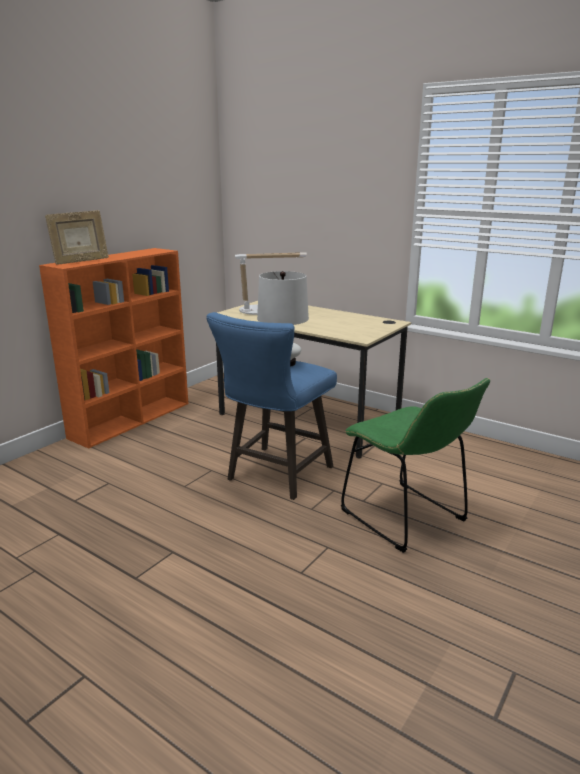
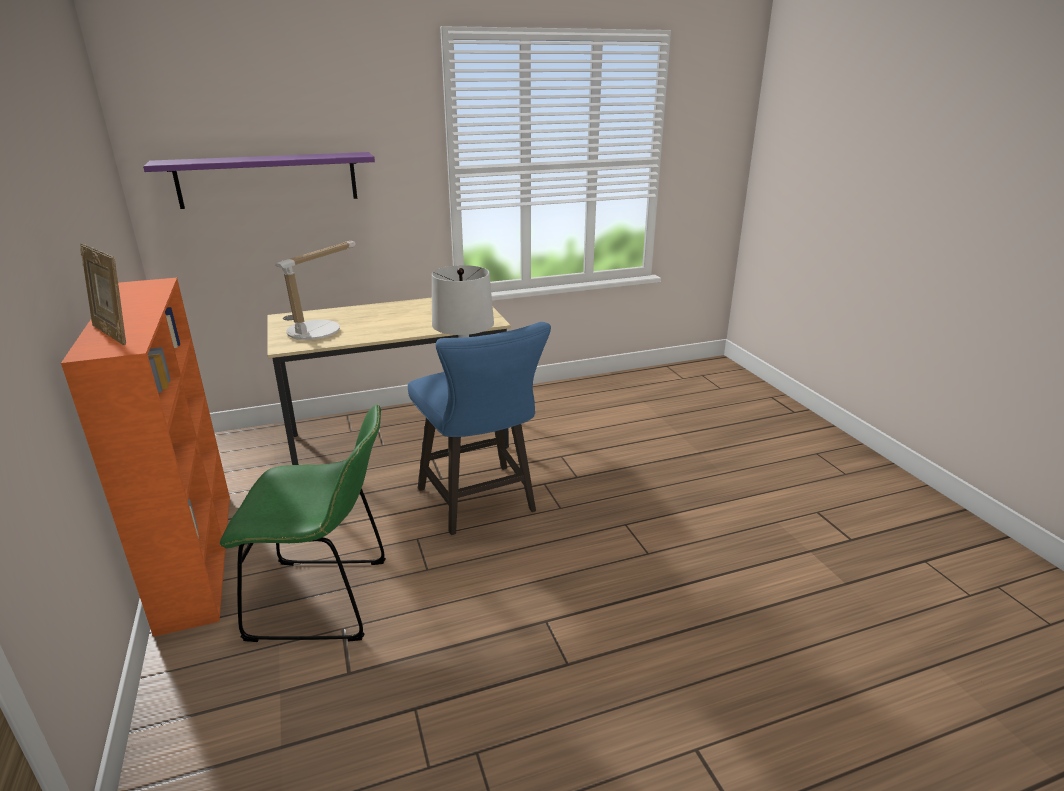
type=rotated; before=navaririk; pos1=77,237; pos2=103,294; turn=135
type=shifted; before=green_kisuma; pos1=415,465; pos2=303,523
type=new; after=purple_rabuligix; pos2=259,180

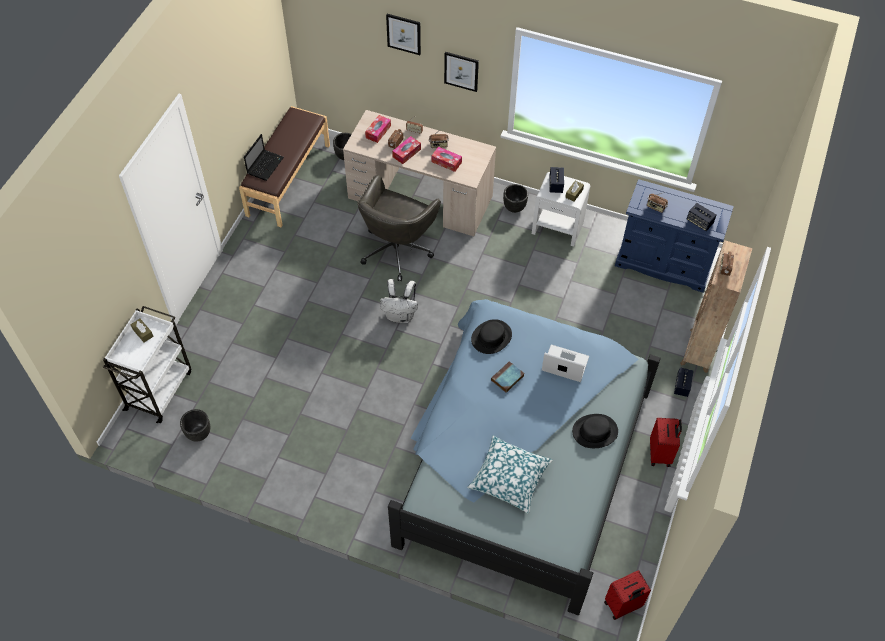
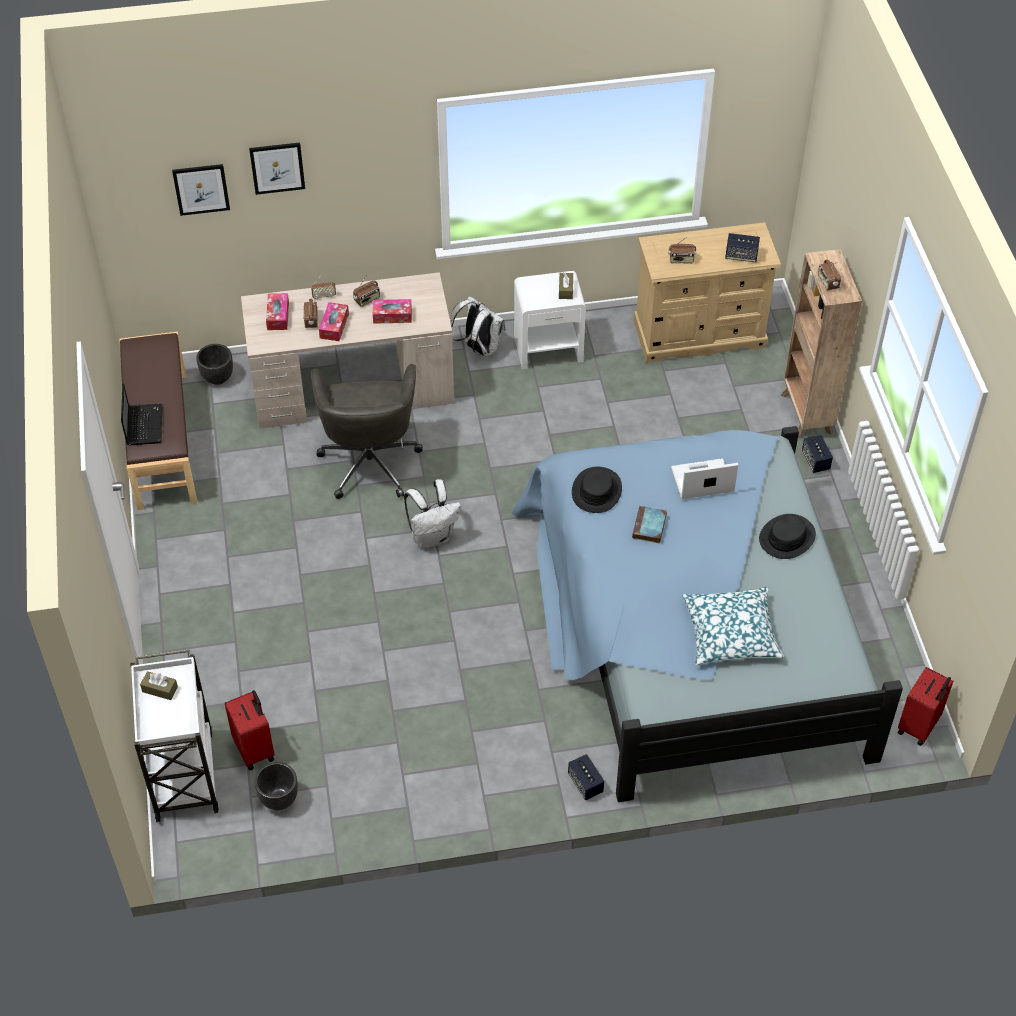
type=shifted; before=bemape; pos1=461,72; pos2=201,190
type=shifted; before=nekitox; pos1=556,180; pos2=586,777
type=repainted; before=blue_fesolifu; after=beige_fesolifu; pos1=674,235; pos2=707,292
type=swapped; before=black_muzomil; after=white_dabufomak; pos1=515,198; pos2=478,326
type=shifted; before=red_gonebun; pos1=666,442; pos2=250,730

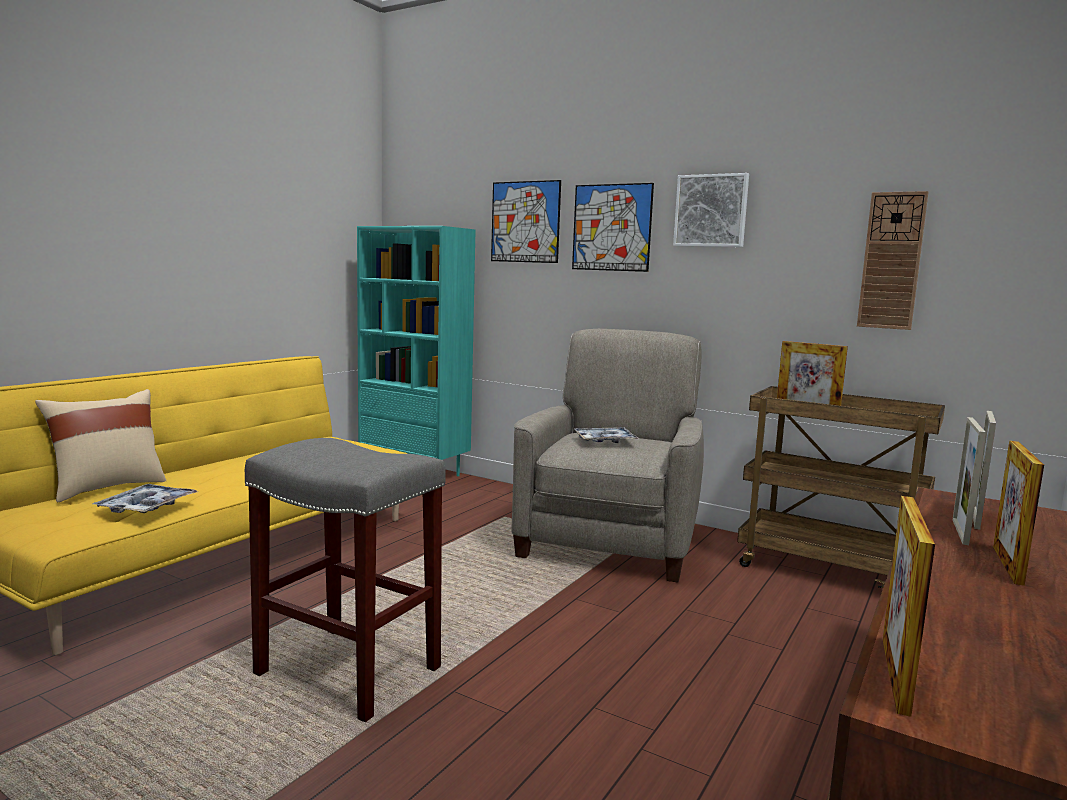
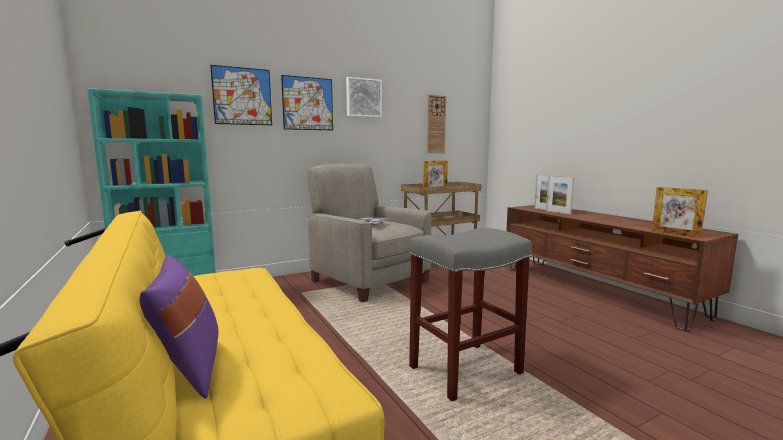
type=repainted; before=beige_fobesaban; after=purple_fobesaban; pos1=100,445; pos2=178,327
type=gone; before=navaririk; pos1=1018,513
type=gone; before=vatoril; pos1=145,498

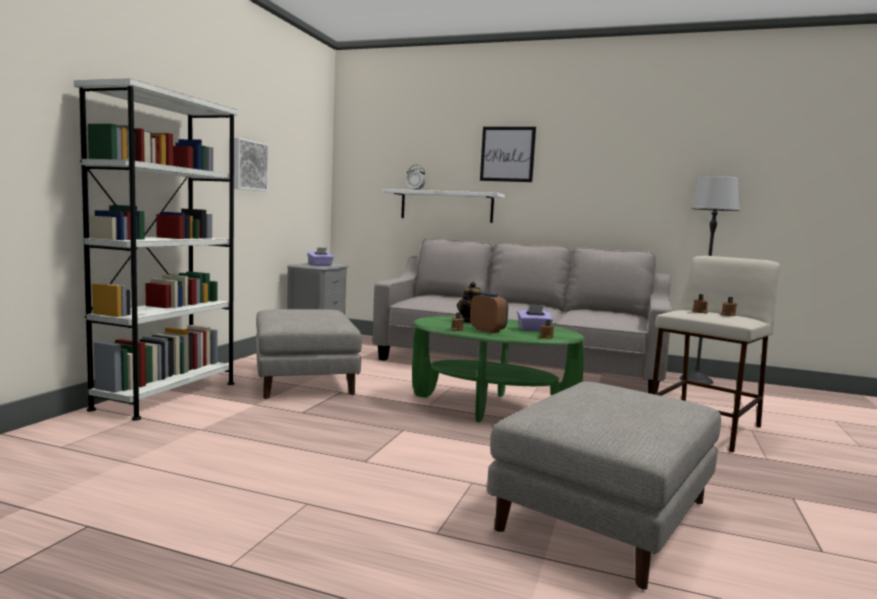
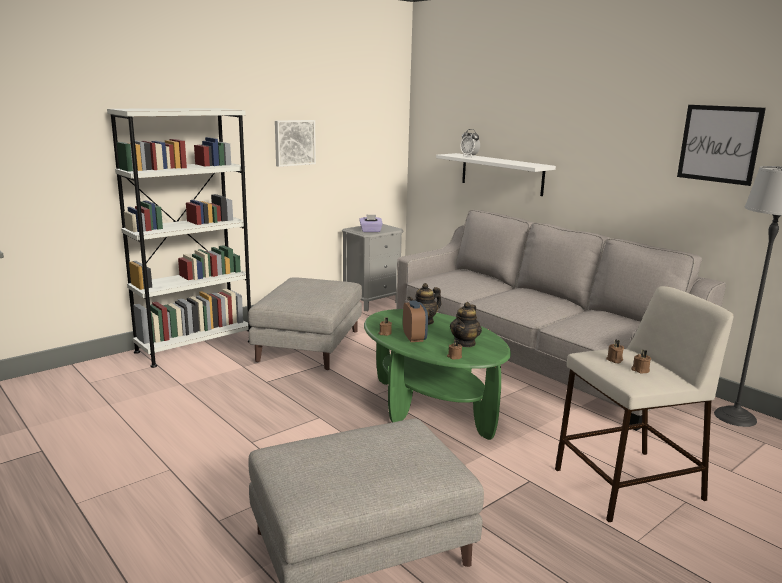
type=shifted; before=bemape; pos1=508,154; pos2=721,145
type=swapped; before=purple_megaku; after=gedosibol; pos1=535,318; pos2=466,324

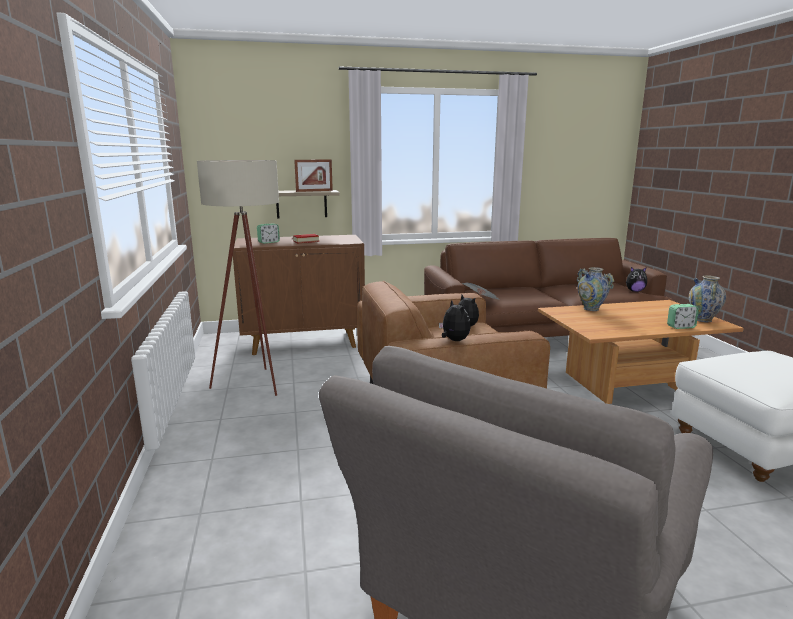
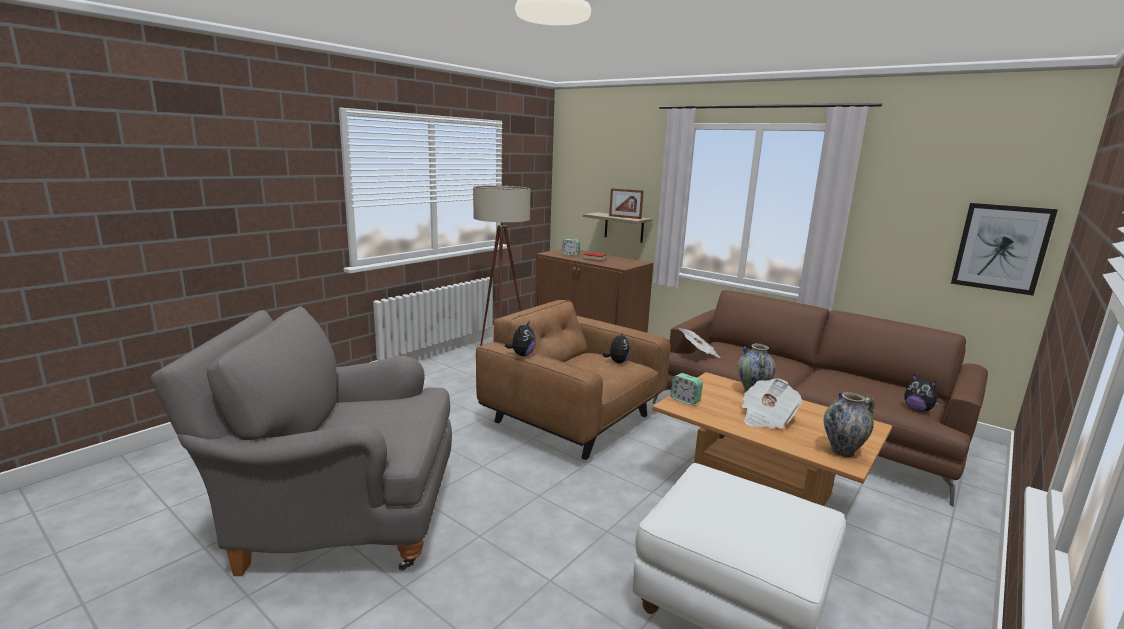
type=shifted; before=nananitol; pos1=683,316; pos2=687,389
type=new; after=bemape; pos2=1004,249
type=new; after=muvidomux; pos2=772,404

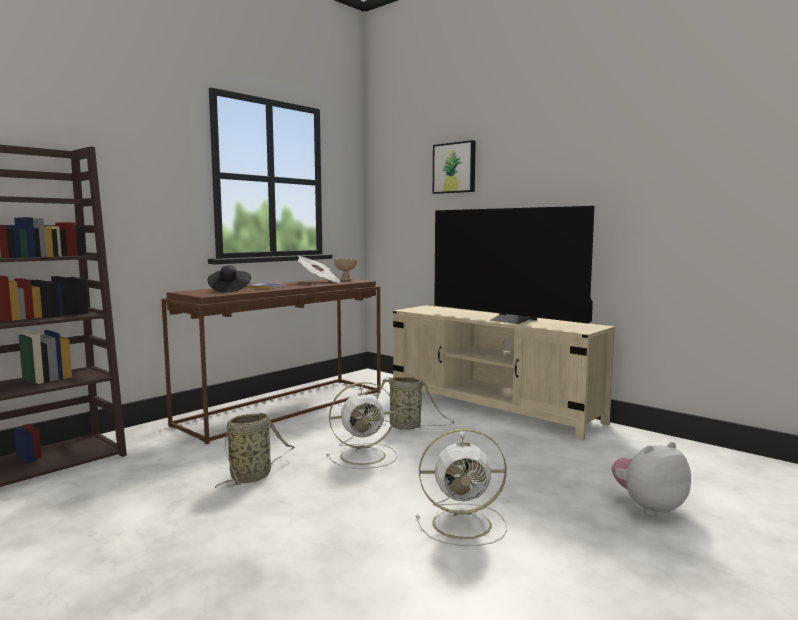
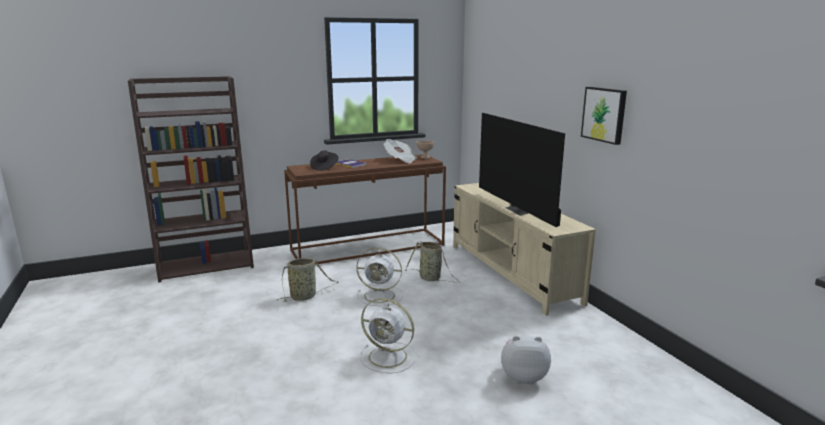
type=shifted; before=bemape; pos1=454,167; pos2=604,116

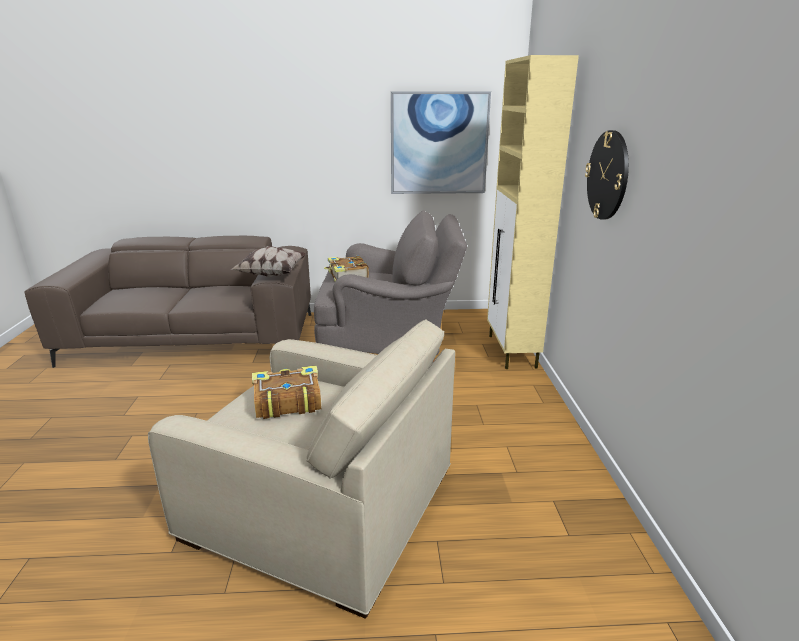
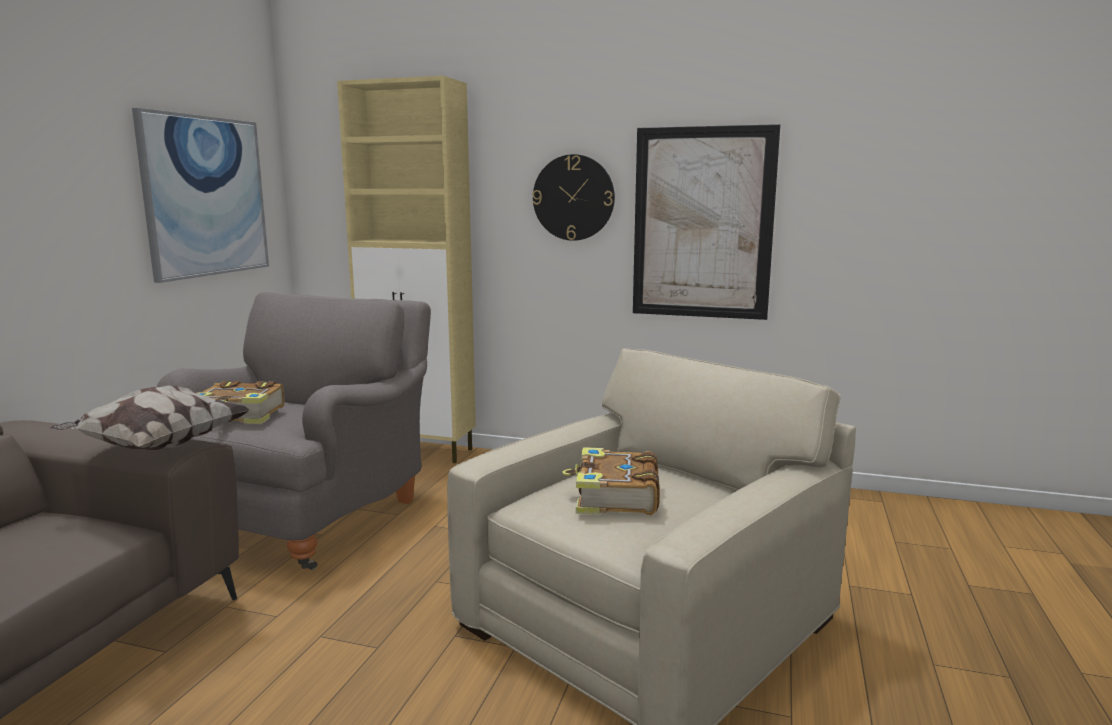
type=new; after=bemape; pos2=706,222

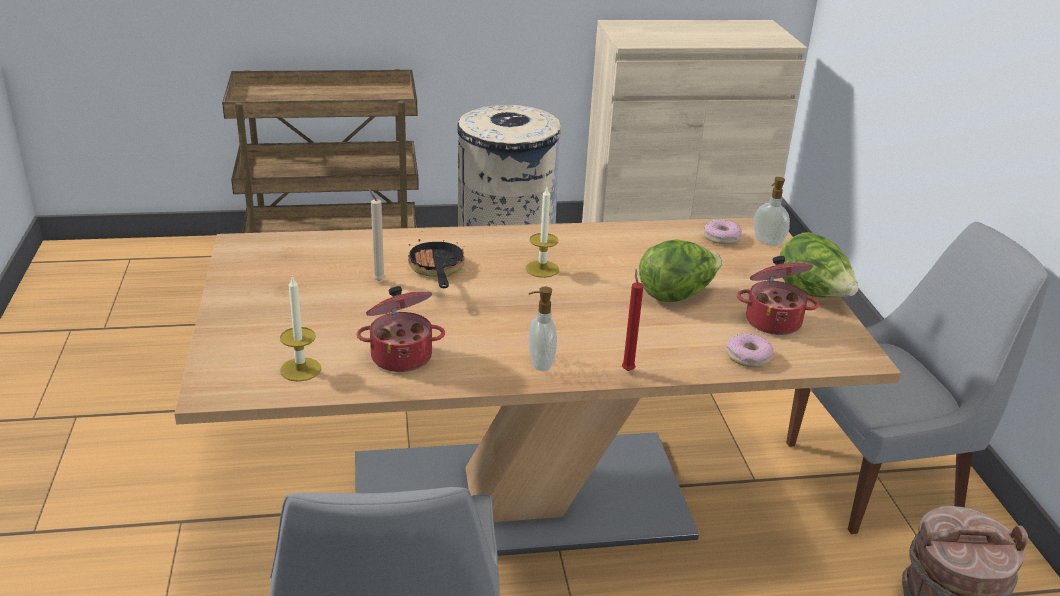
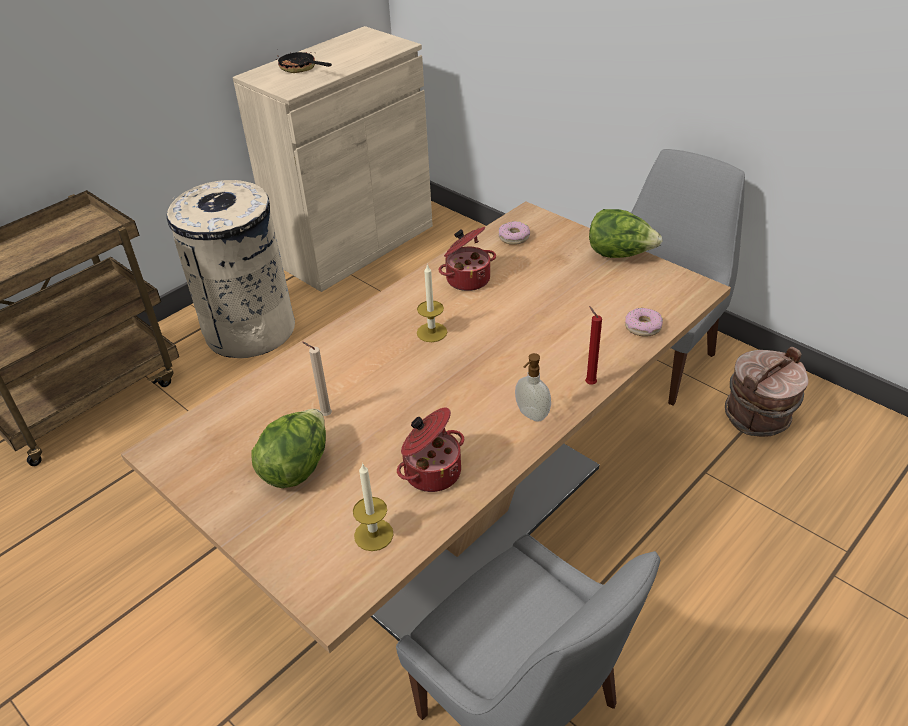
type=gone; before=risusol; pos1=772,211
type=shifted; before=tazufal; pos1=436,263; pos2=304,62
type=shifted; before=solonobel; pos1=680,270; pos2=289,448
type=shifted; before=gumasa; pos1=778,295; pos2=467,259

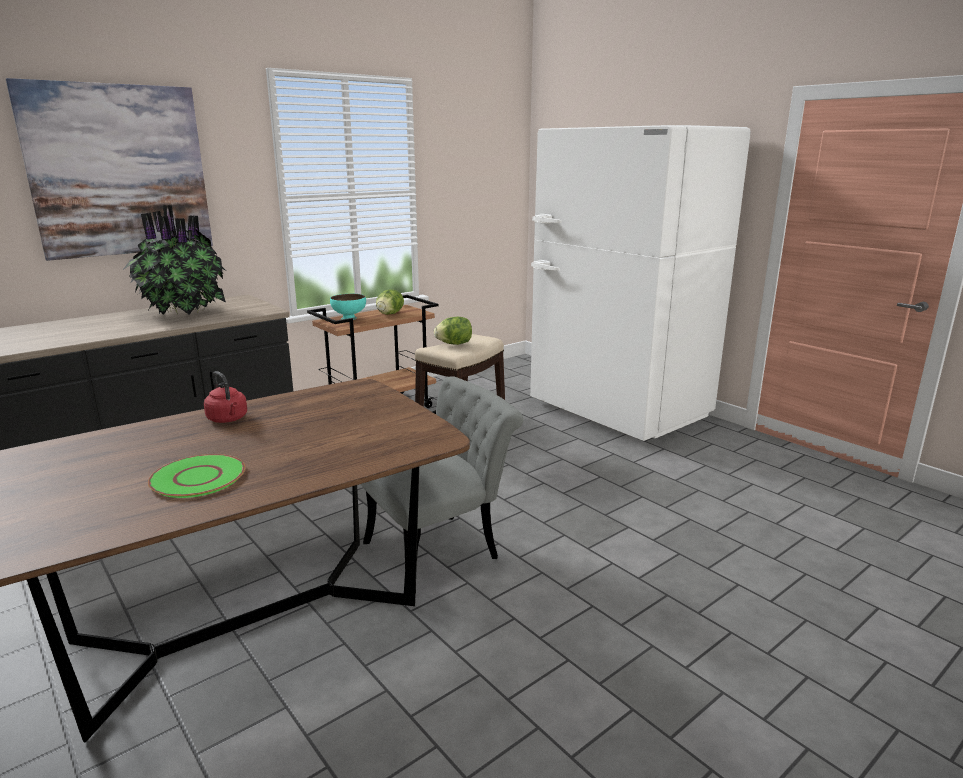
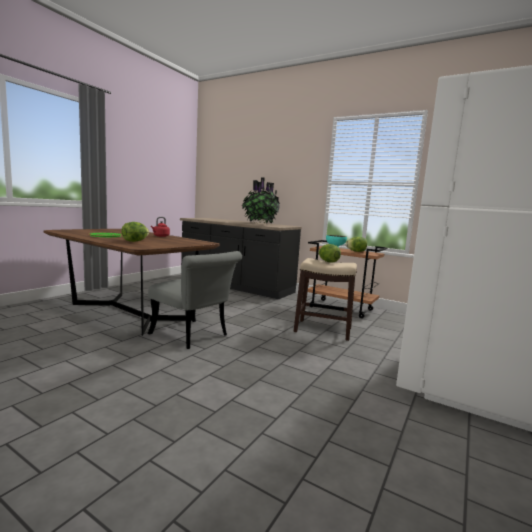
type=gone; before=bemape; pos1=109,169
type=new; after=solonobel; pos2=135,232

